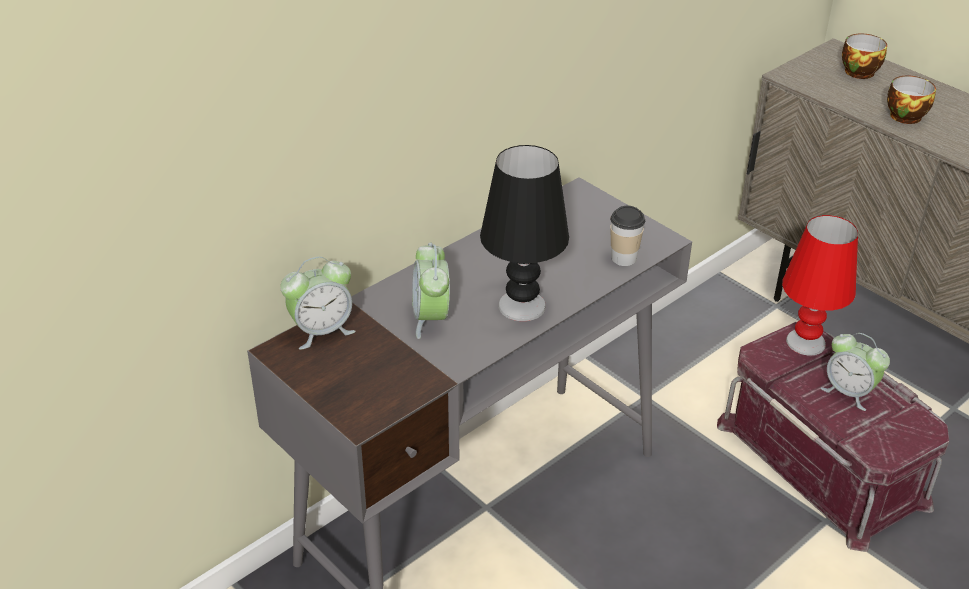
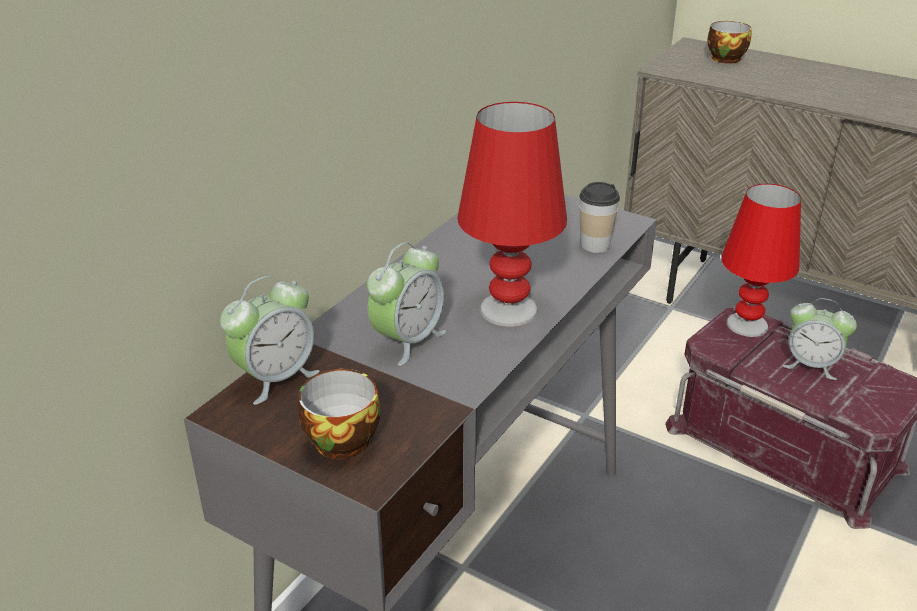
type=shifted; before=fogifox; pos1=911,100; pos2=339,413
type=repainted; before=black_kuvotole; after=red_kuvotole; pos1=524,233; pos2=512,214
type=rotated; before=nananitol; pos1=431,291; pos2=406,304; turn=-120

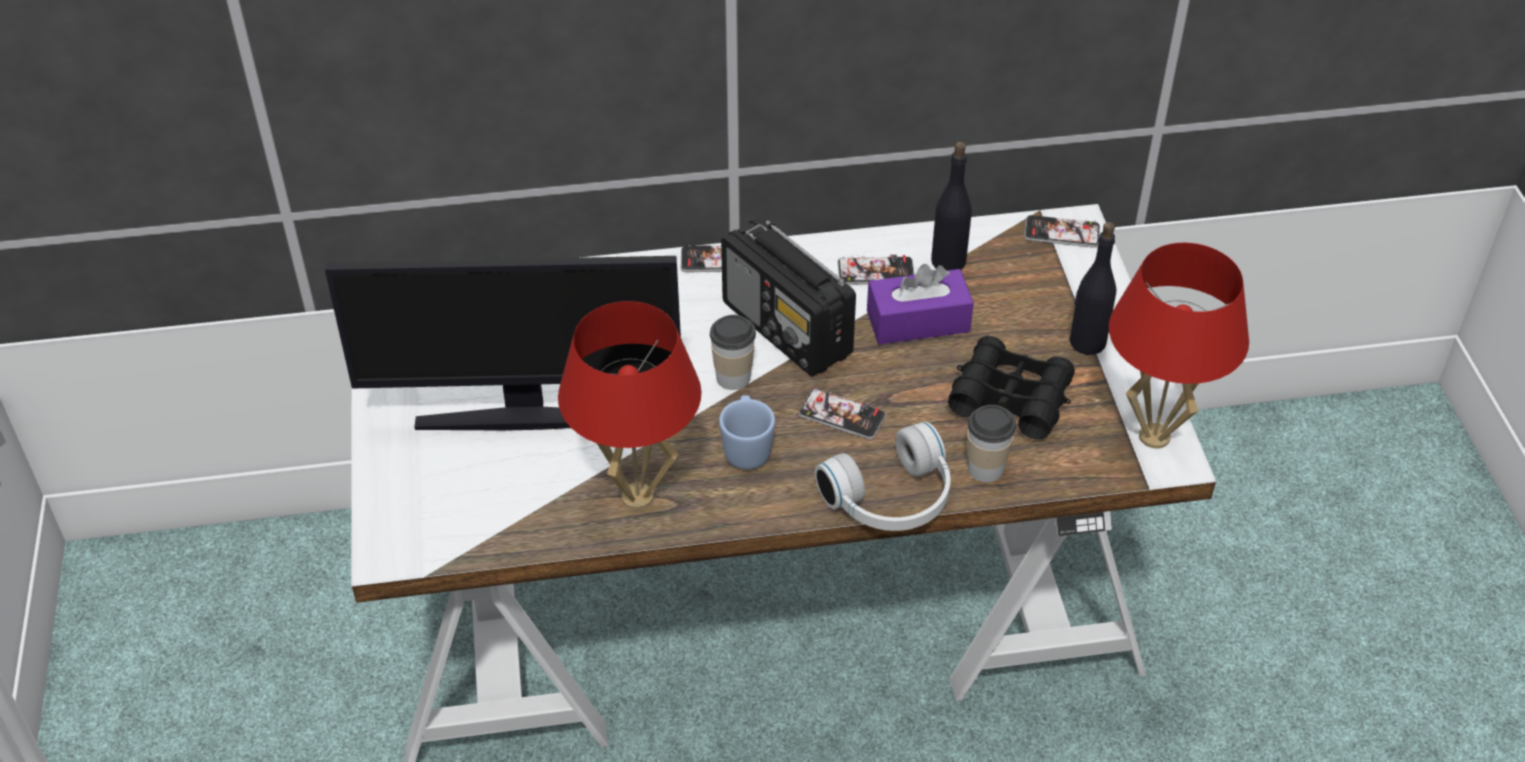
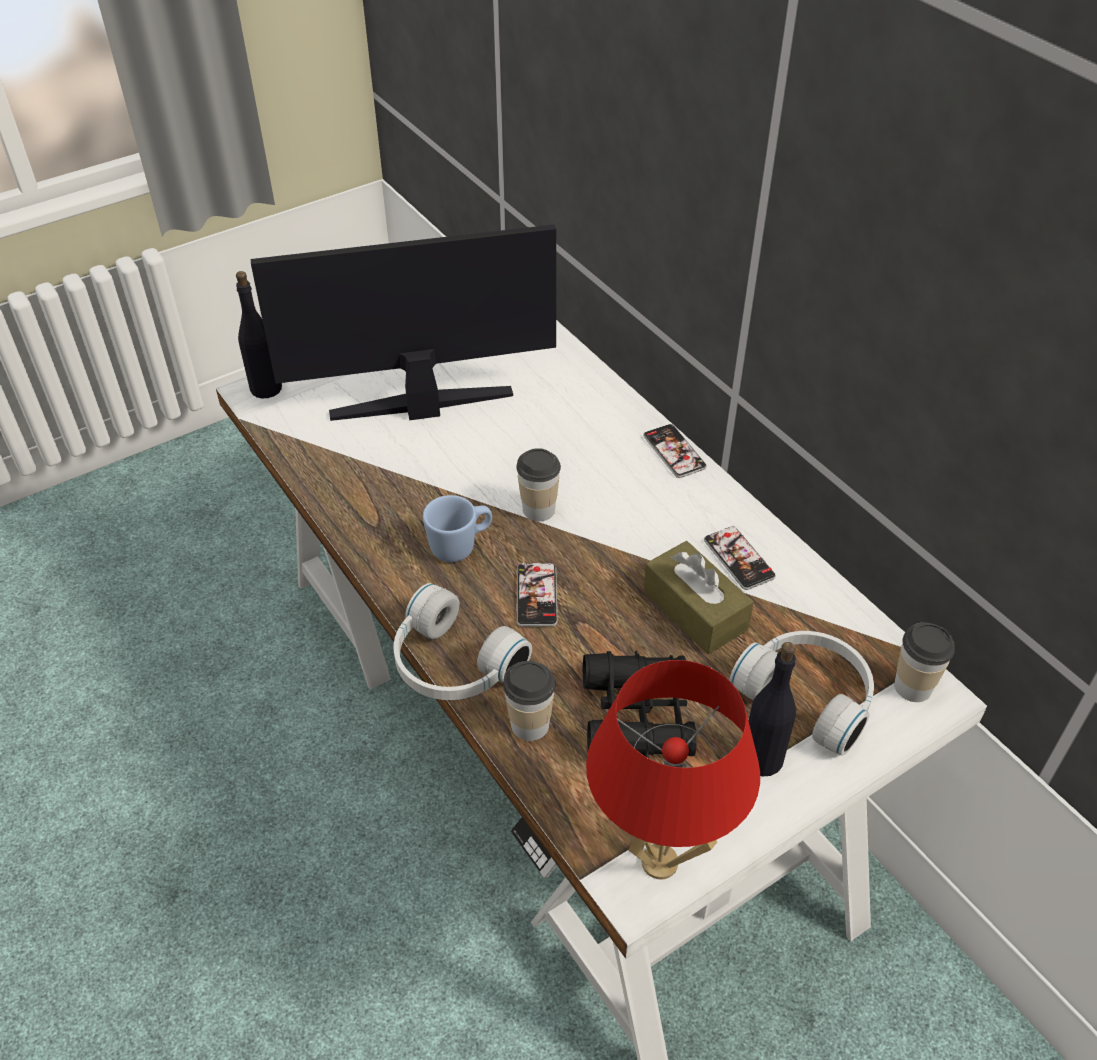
type=shifted; before=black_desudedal; pos1=951,206; pos2=259,334
type=swapped; before=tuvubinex; after=fogifox; pos1=1062,231; pos2=924,662
type=gone; before=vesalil; pos1=788,297
type=rotated; before=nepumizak; pos1=503,343; pos2=403,323; turn=105
type=repainted; before=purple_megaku; after=brown_megaku; pos1=920,304; pos2=699,597
type=gone; before=red_kuvotole; pos1=629,405
type=new; after=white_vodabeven; pos2=802,693

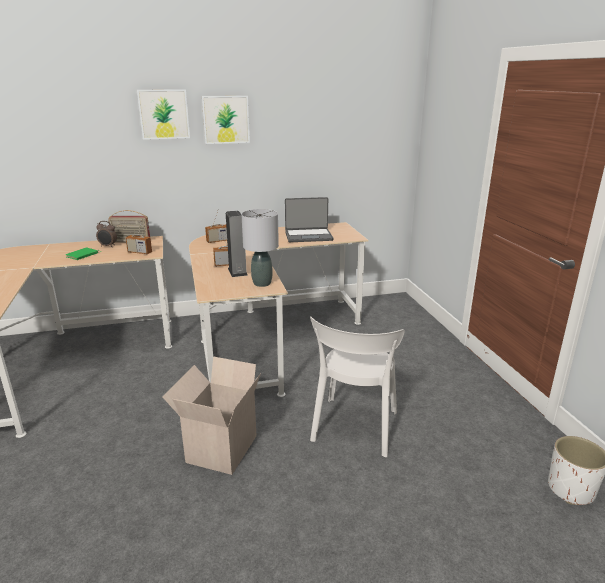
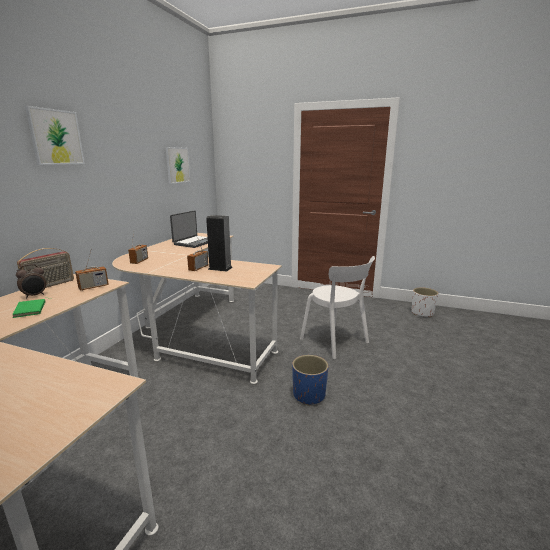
type=shifted; before=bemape; pos1=226,120; pos2=178,165
type=gone; before=grey_kuvotole; pos1=260,248
type=swapped; before=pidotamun; after=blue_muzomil; pos1=212,415; pos2=310,380

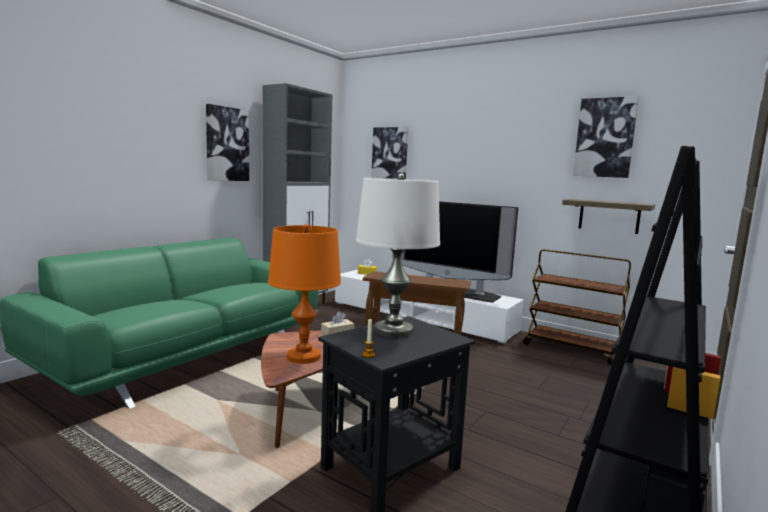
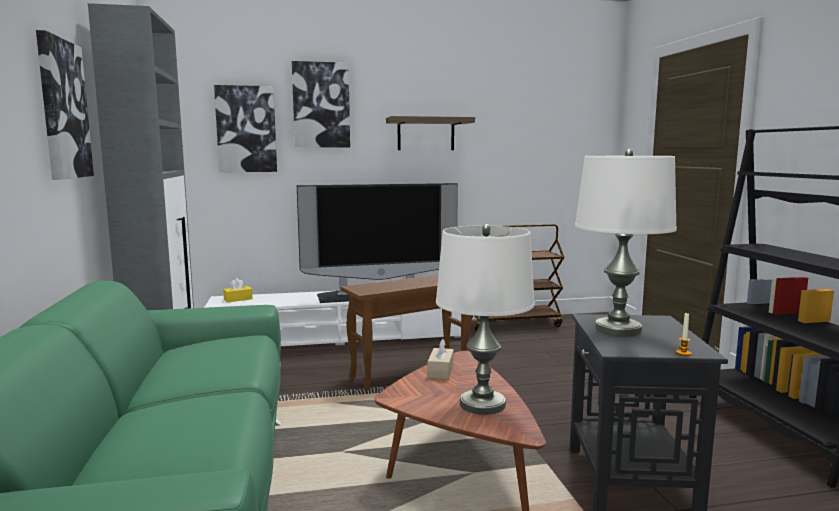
type=shifted; before=bemape; pos1=606,137; pos2=321,104
type=shifted; before=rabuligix; pos1=608,216; pos2=430,133
type=repainted; before=orange_kuvotole; after=white_kuvotole; pos1=304,294; pos2=485,319

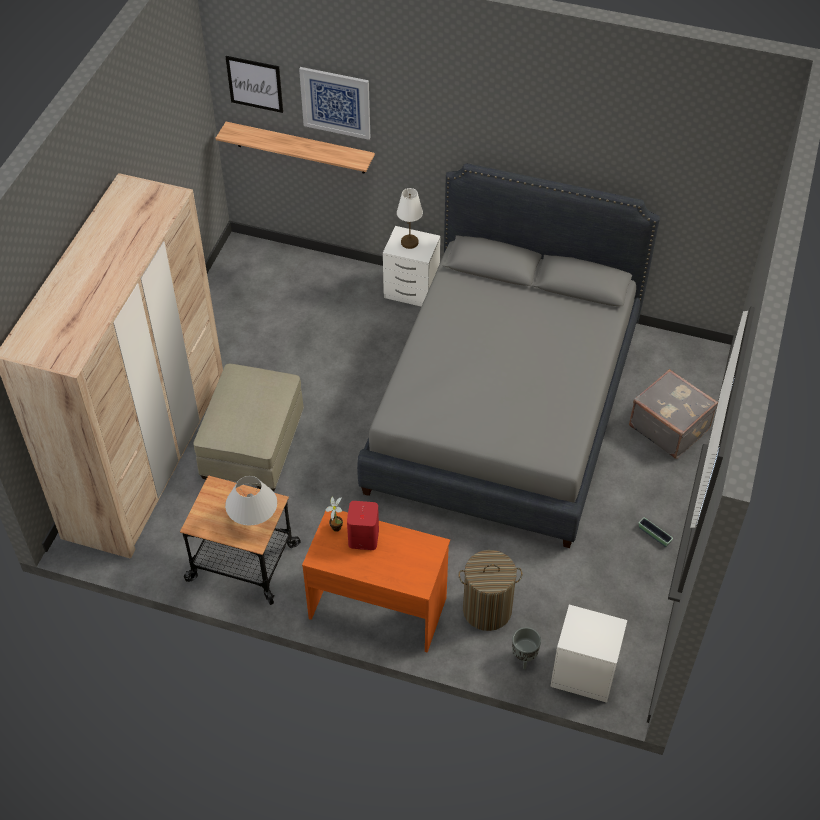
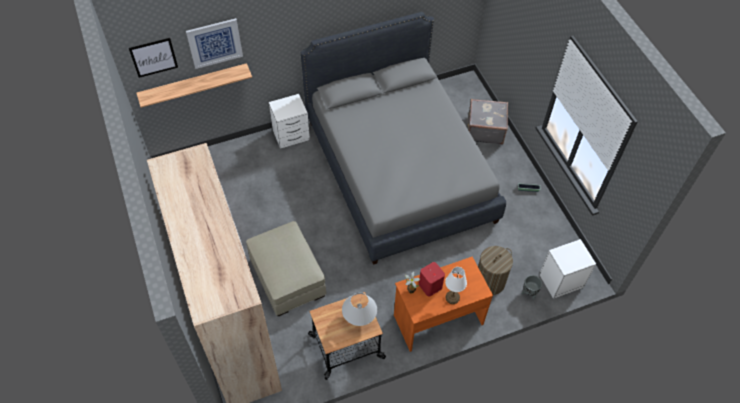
type=shifted; before=white_kuvotole; pos1=410,218; pos2=456,285

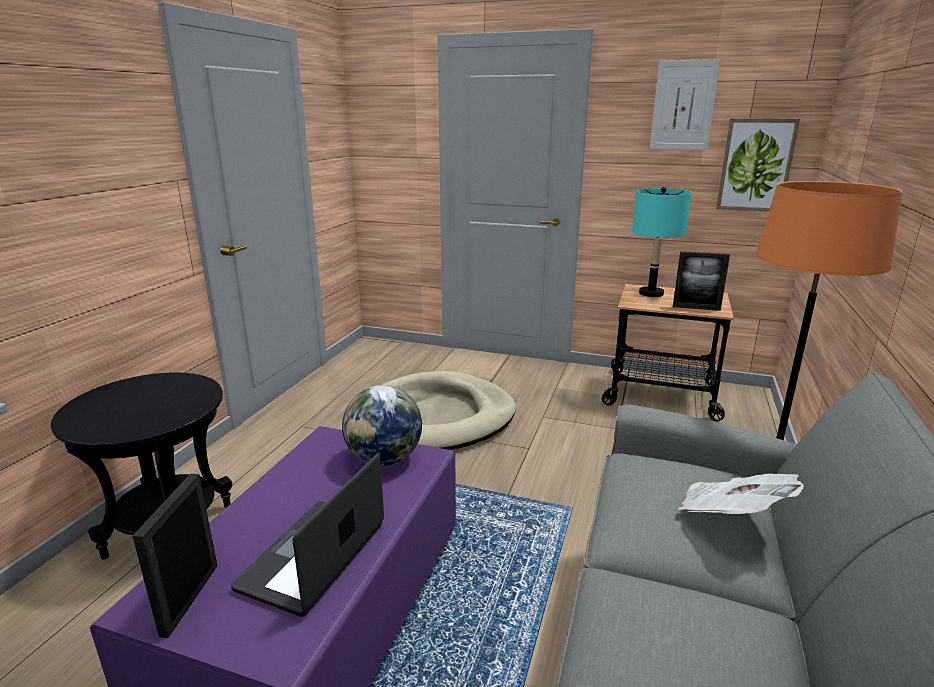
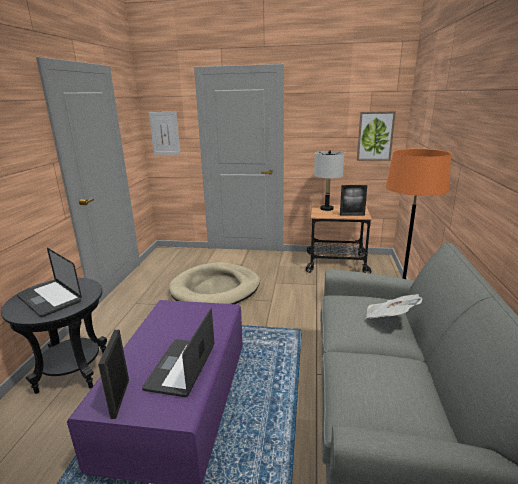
type=shifted; before=bemape; pos1=685,104; pos2=165,133
type=repainted; before=turquoise_kuvotole; after=grey_kuvotole; pos1=662,242; pos2=329,180
type=gone; before=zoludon; pos1=382,425
type=new; after=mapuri; pos2=49,282

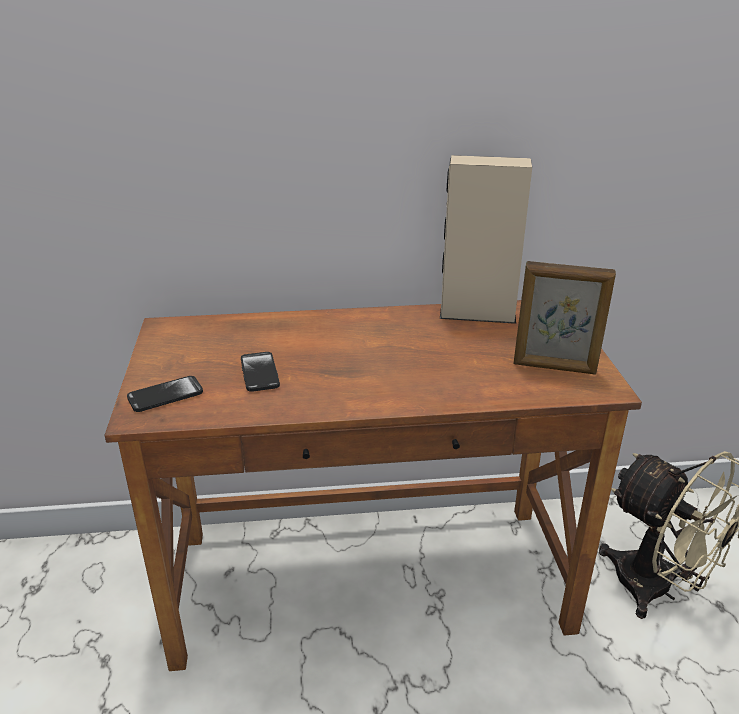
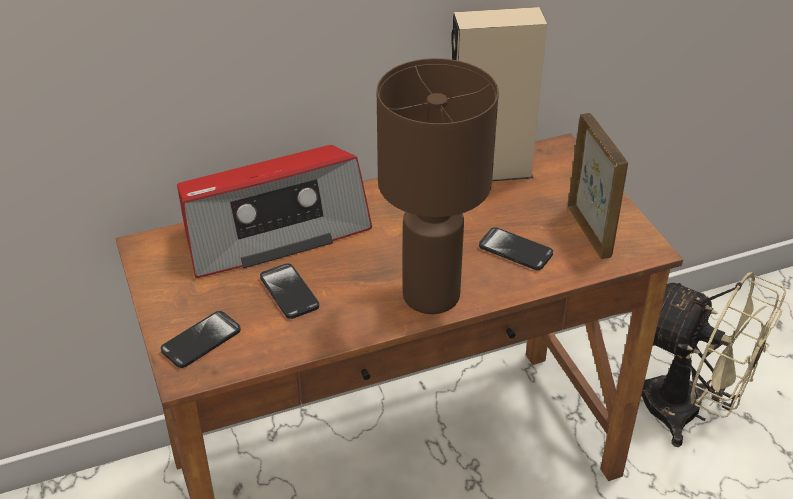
type=rotated; before=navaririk; pos1=565,318; pos2=598,186; turn=-105
type=new; after=brown_kuvotole; pos2=438,186
type=new; after=vesalil; pos2=274,211
type=new; after=tuvubinex; pos2=516,248

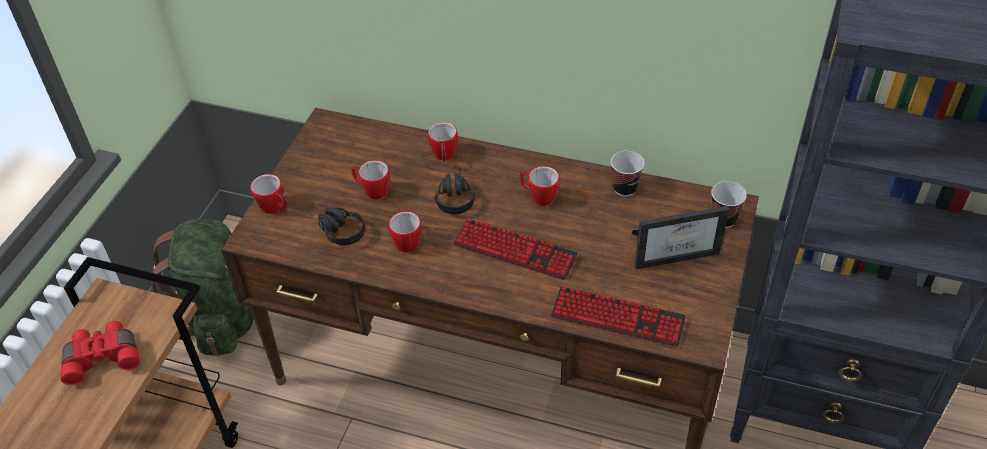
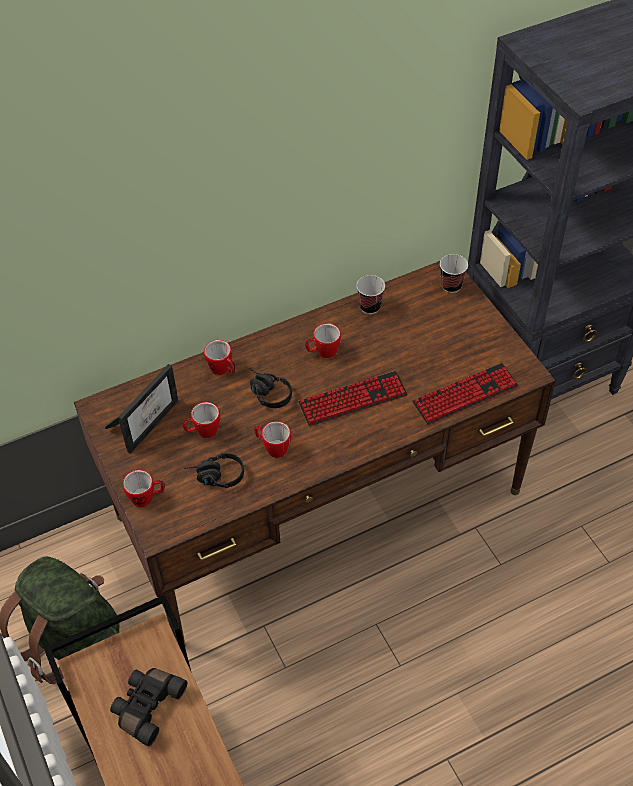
type=shifted; before=navaririk; pos1=680,237; pos2=142,408
type=repainted; before=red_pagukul; after=black_pagukul; pos1=100,353; pos2=149,707

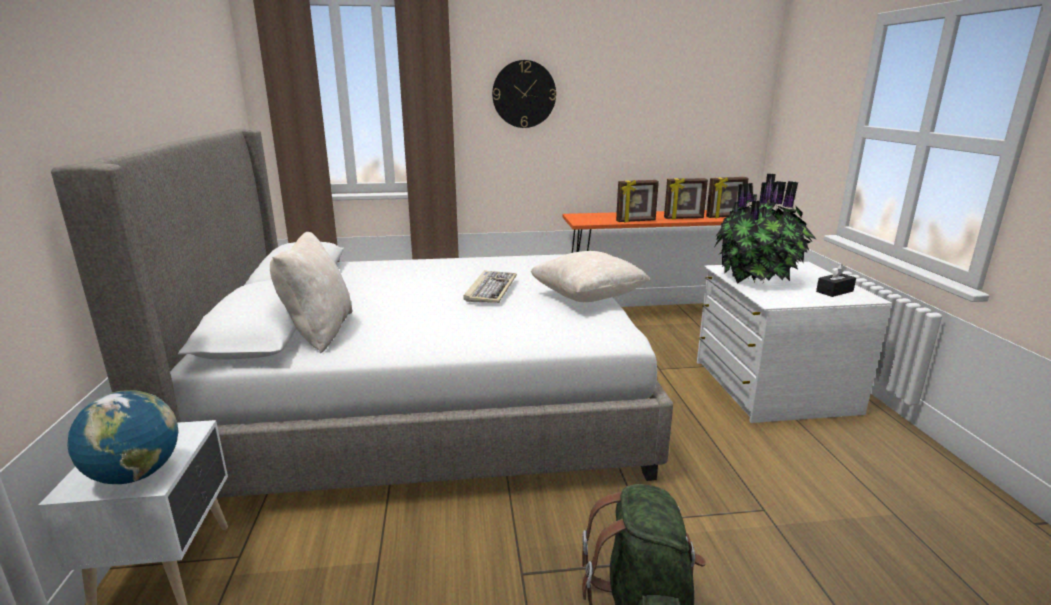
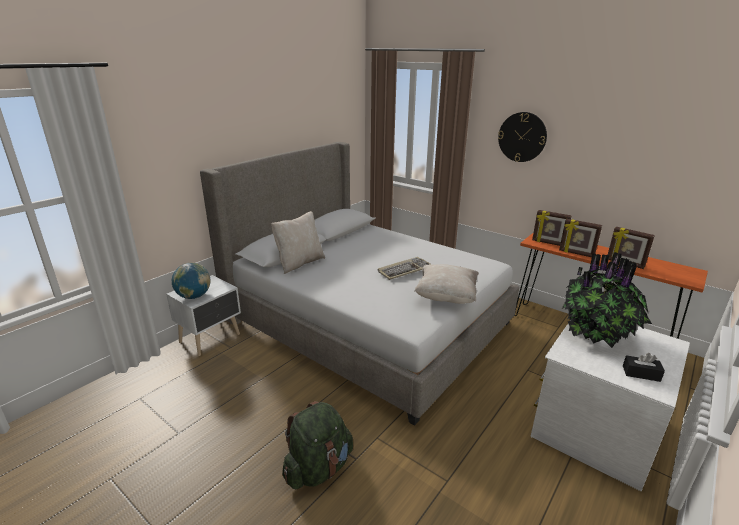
type=shifted; before=navaririk; pos1=727,197; pos2=552,228

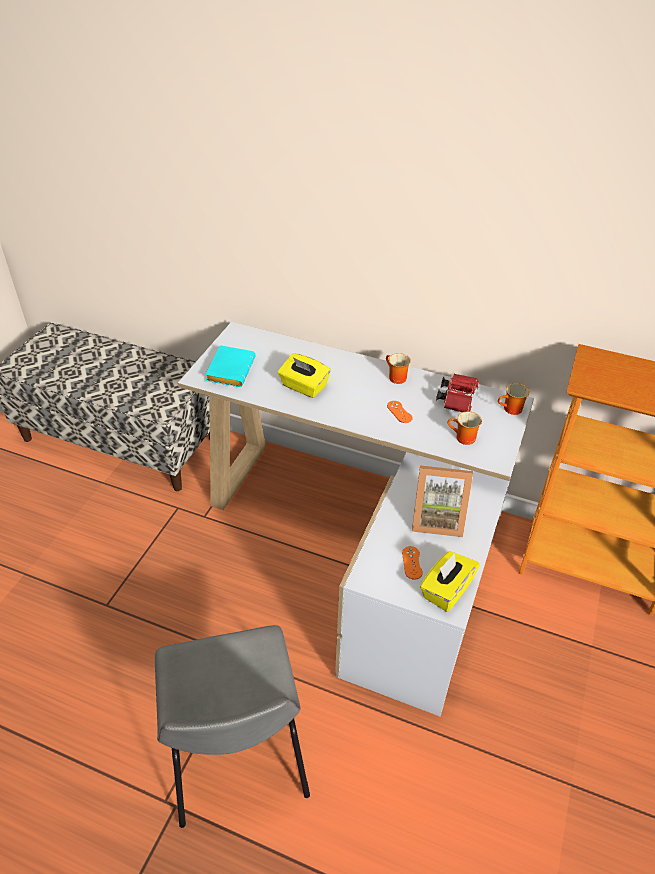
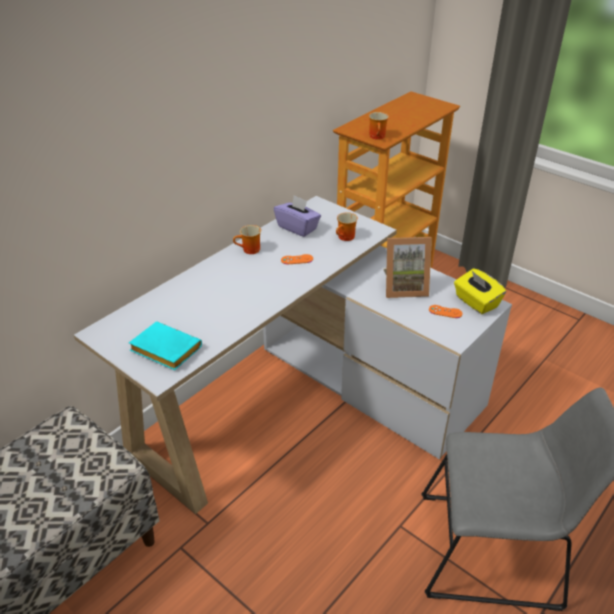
type=gone; before=yellow_megaku; pos1=304,375
type=swapped; before=red_pagukul; after=purple_megaku; pos1=457,393; pos2=297,216
type=shifted; before=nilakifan; pos1=514,399; pos2=379,126
type=rotated; before=navaririk; pos1=442,501; pos2=407,267; turn=60

